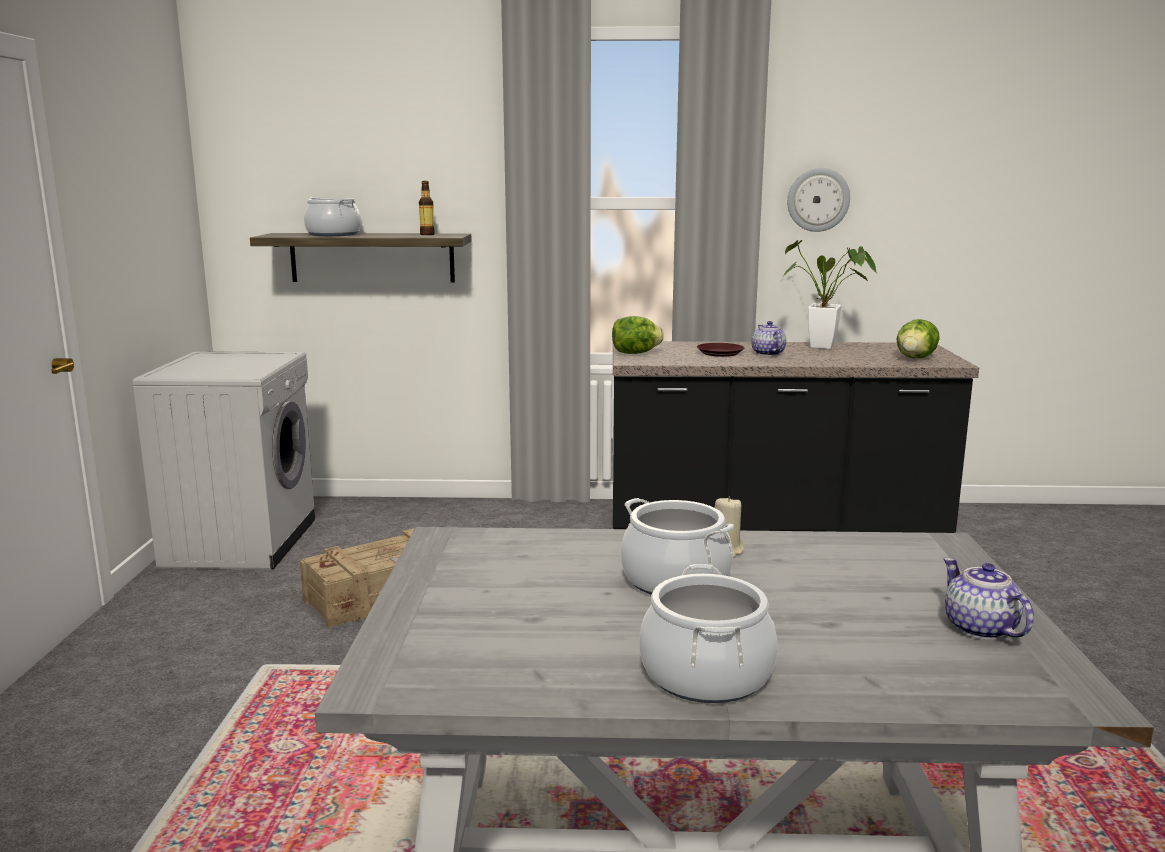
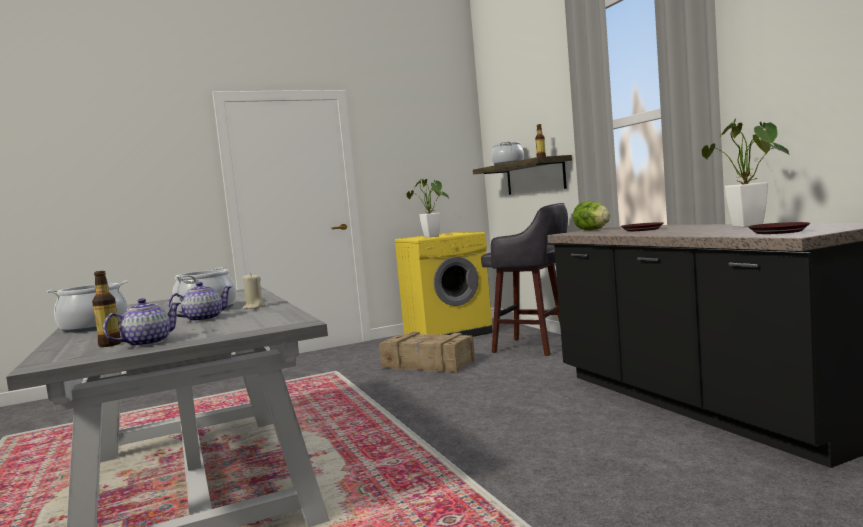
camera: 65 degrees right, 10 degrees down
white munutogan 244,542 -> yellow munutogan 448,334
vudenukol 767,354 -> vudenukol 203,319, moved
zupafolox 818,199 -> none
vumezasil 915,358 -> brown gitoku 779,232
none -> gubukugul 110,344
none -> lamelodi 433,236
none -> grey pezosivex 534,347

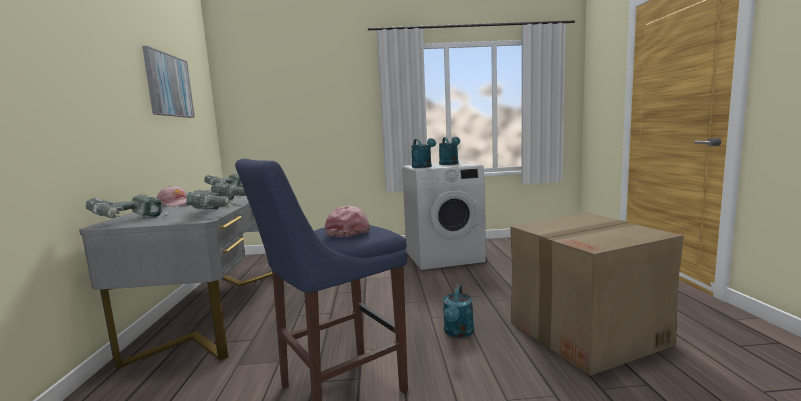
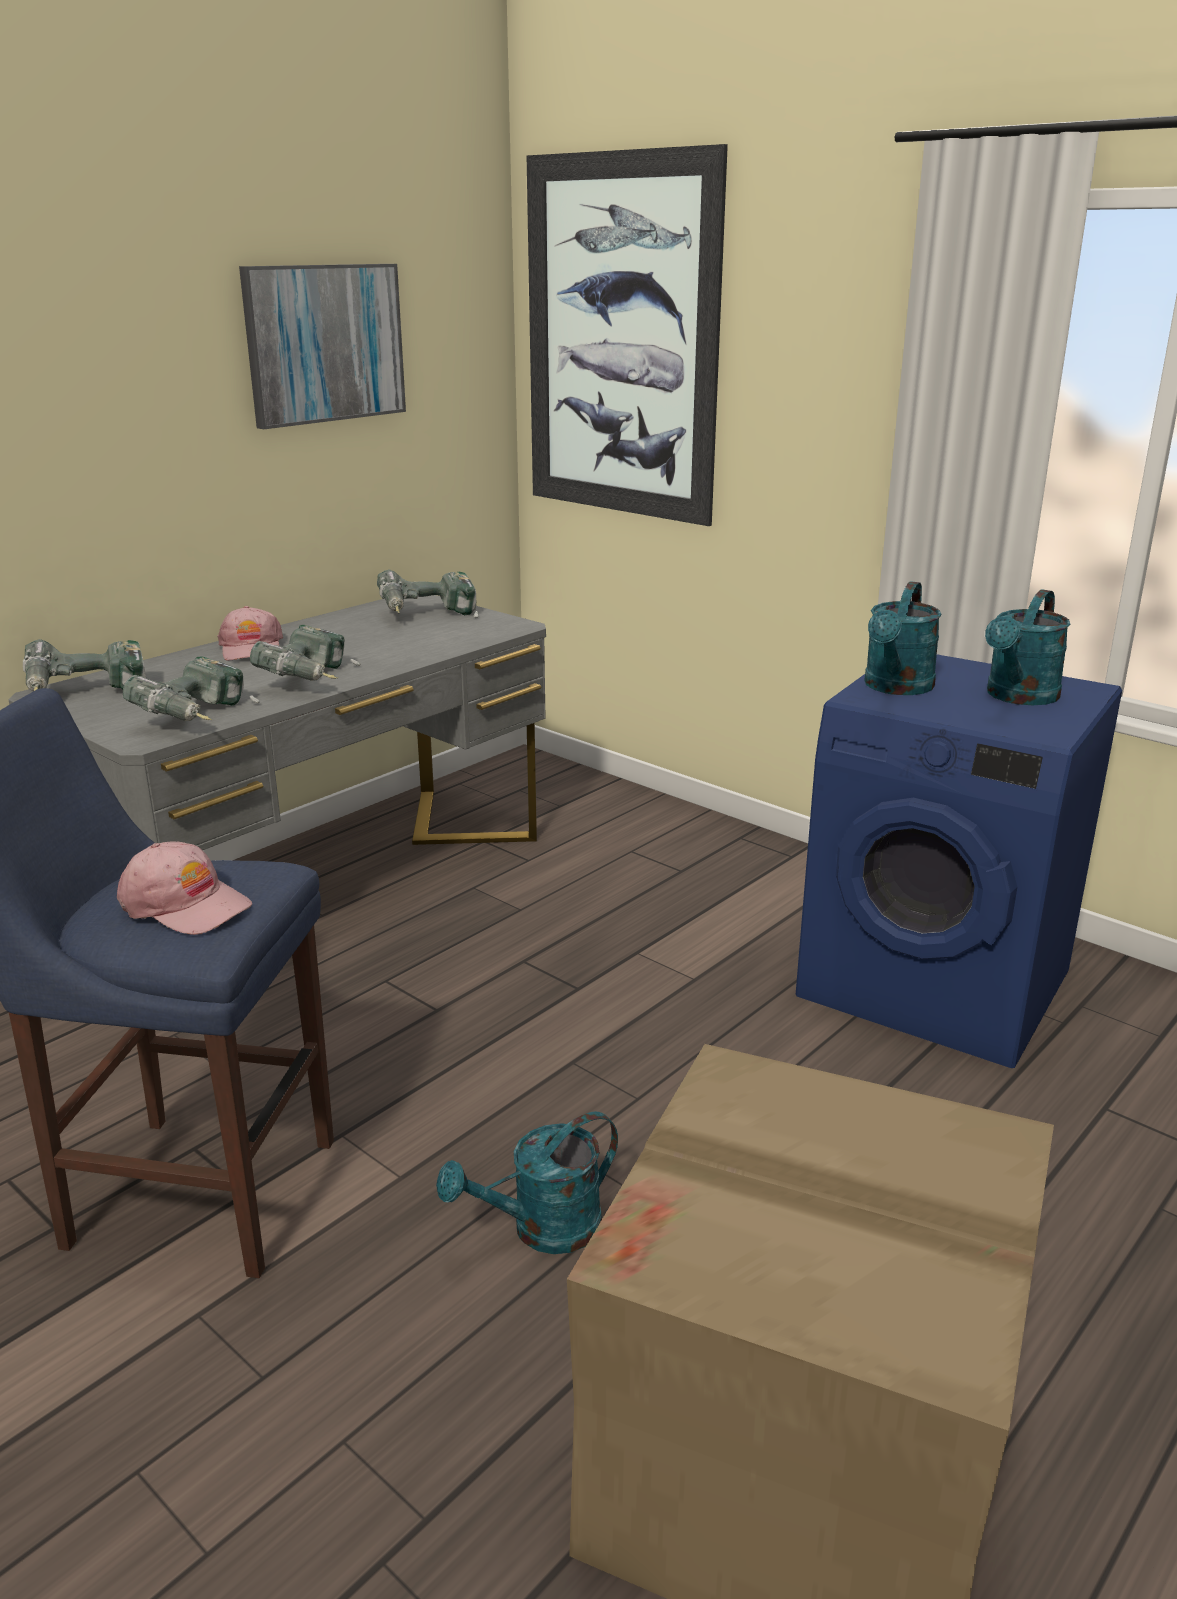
camera: 45 degrees right, 15 degrees up
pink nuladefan 348,231 -> pink nuladefan 185,905, 75 degrees clockwise
white munutogan 444,257 -> blue munutogan 932,985
none -> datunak 620,340

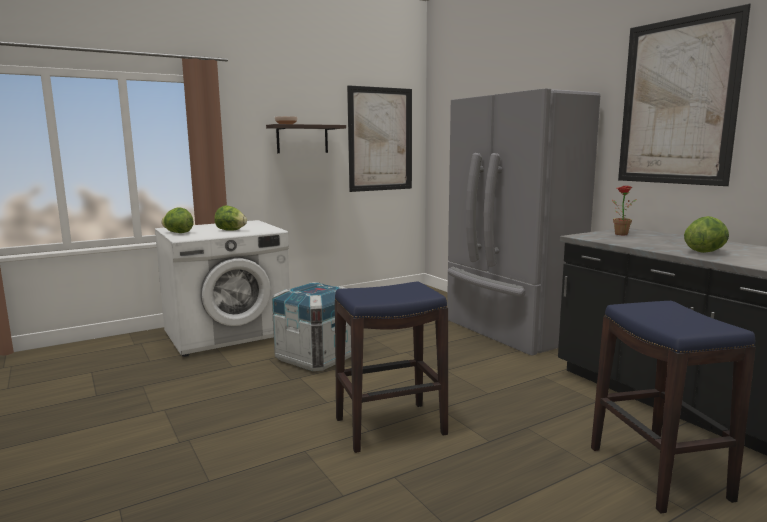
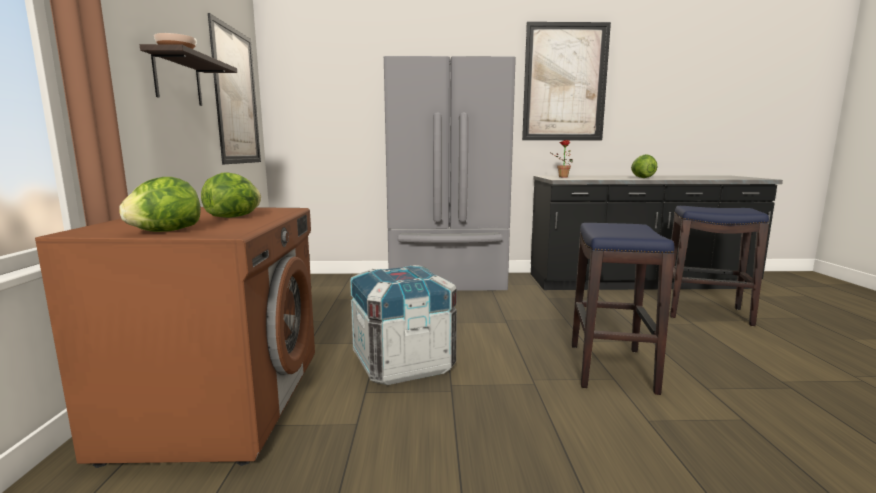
camera: 60 degrees left, 0 degrees up
white munutogan 229,336 -> brown munutogan 225,405

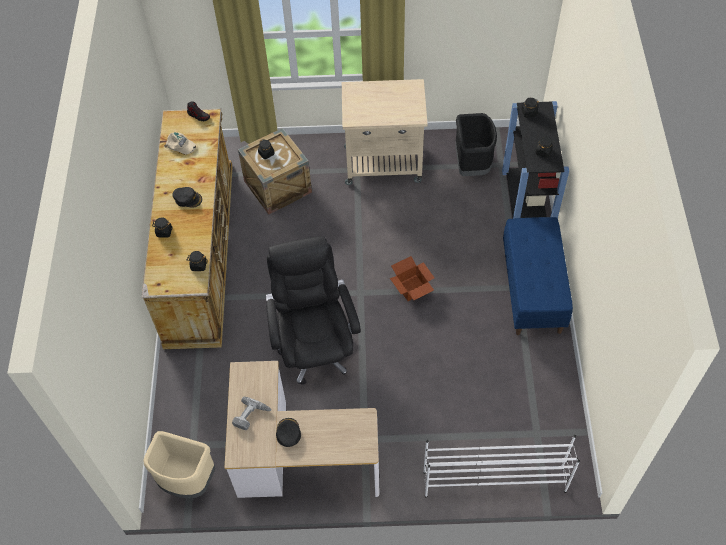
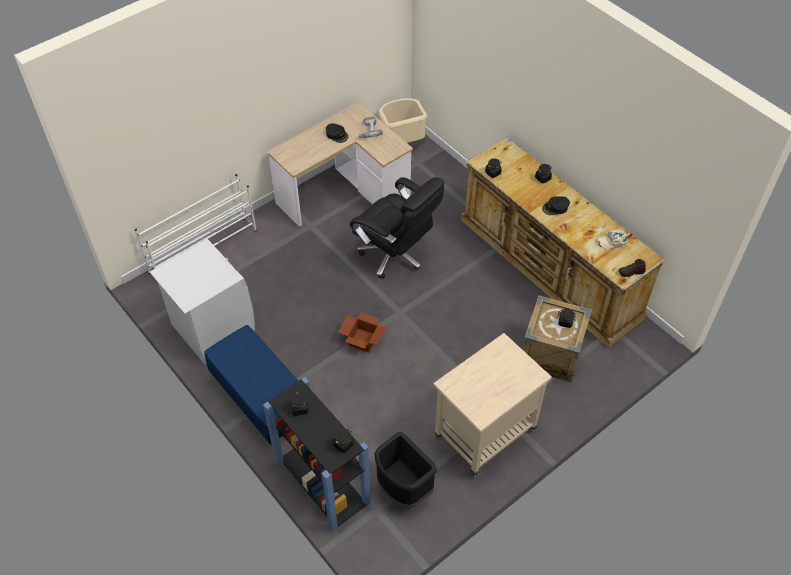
camera: 140 degrees right, 5 degrees down
none -> white munutogan 211,328

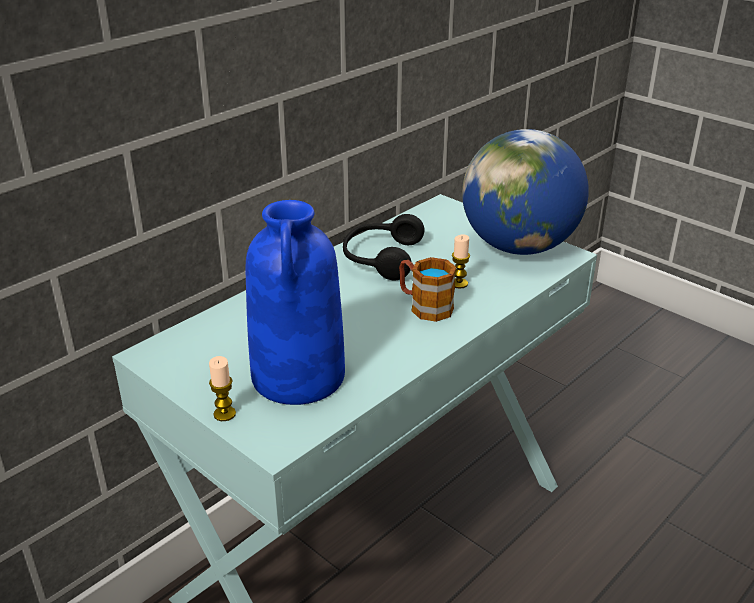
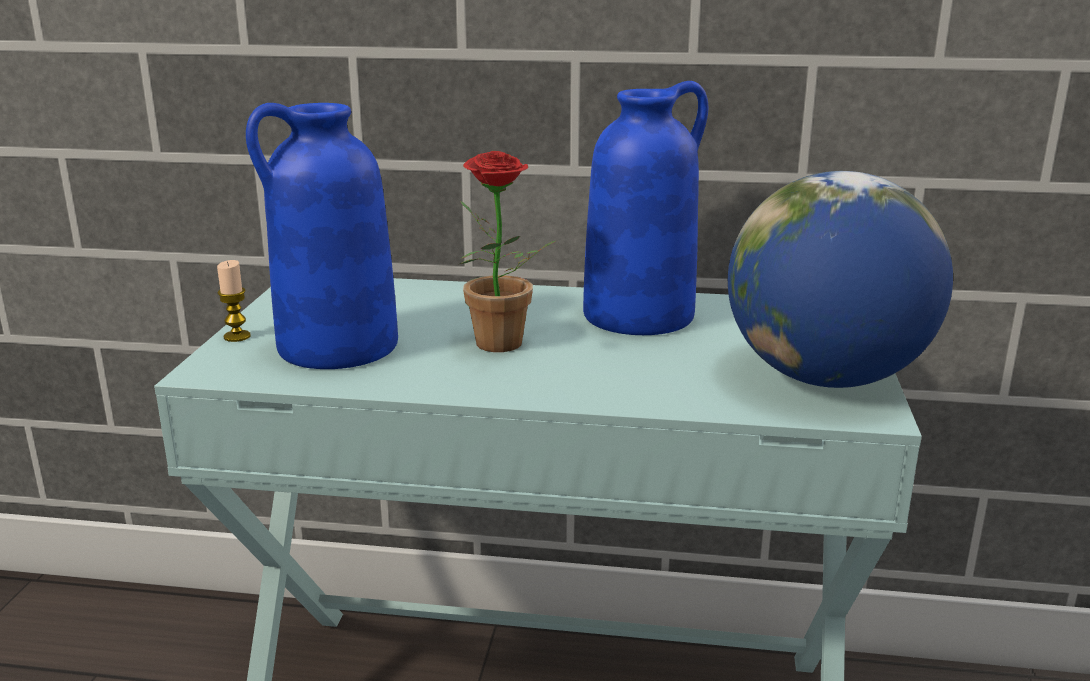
camera: 55 degrees right, 10 degrees down
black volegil 380,258 -> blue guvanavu 639,315
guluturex 424,306 -> none
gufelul 459,283 -> none
none -> lamelodi 502,347

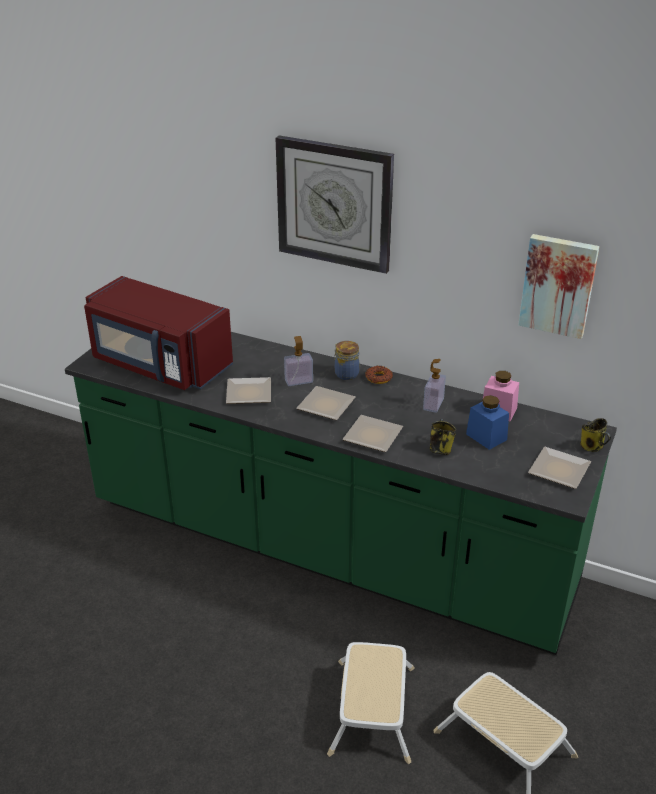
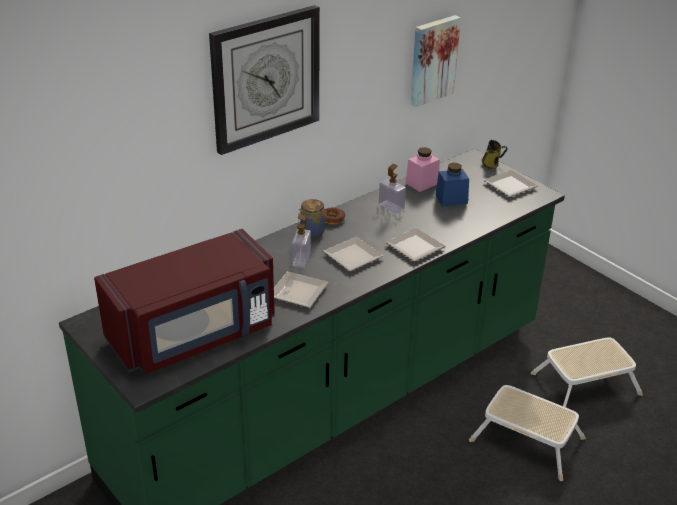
camera: 65 degrees left, 0 degrees up
guluturex 440,449 -> none

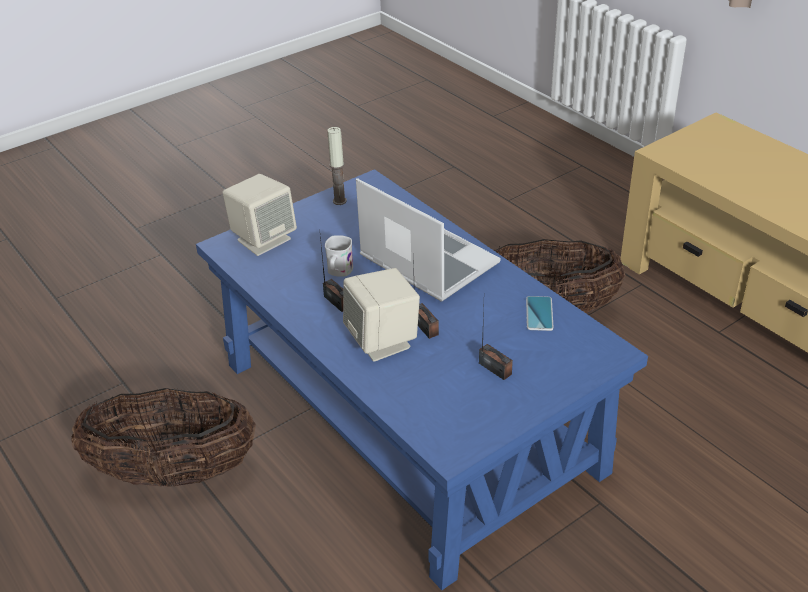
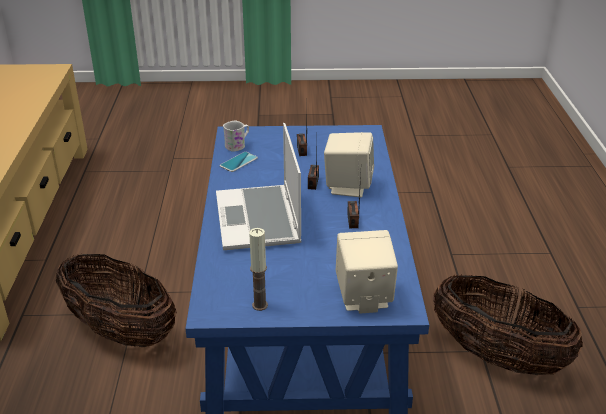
camera: 145 degrees left, 5 degrees down
white guluturex 339,272 -> white guluturex 238,145, moved

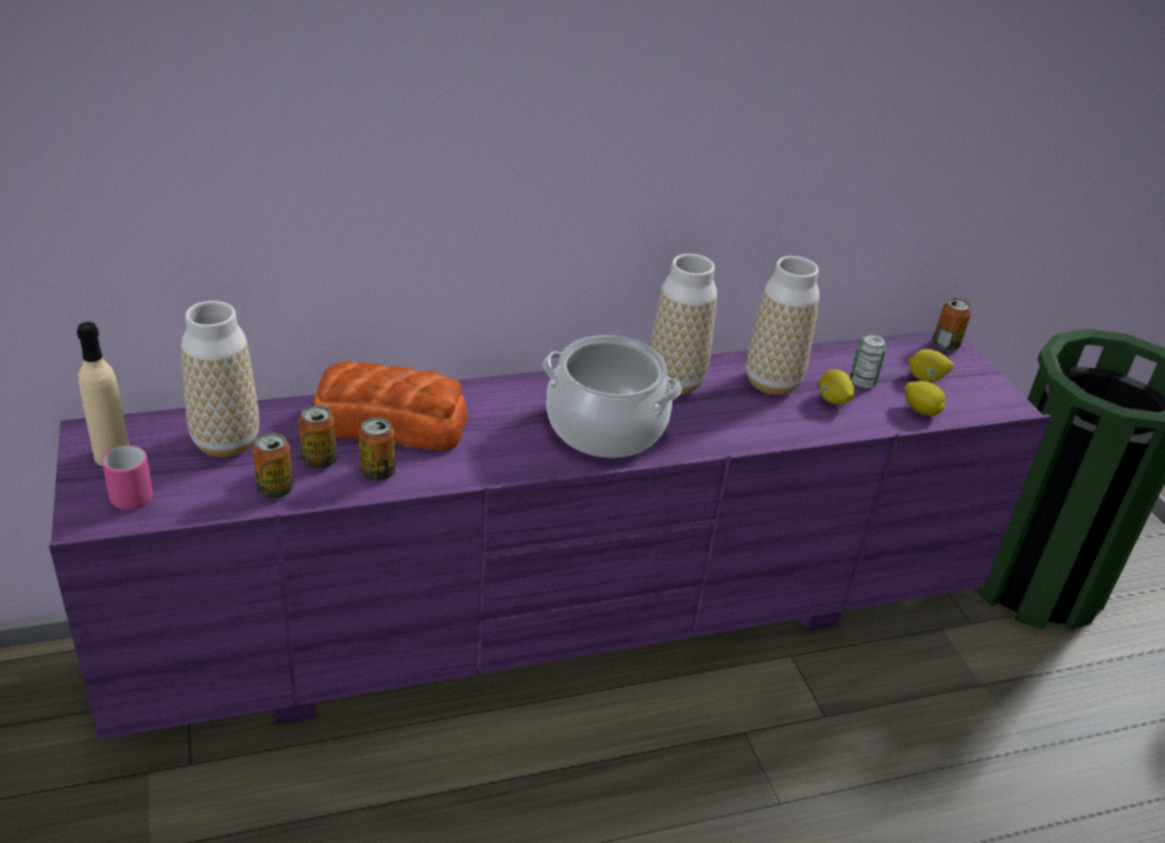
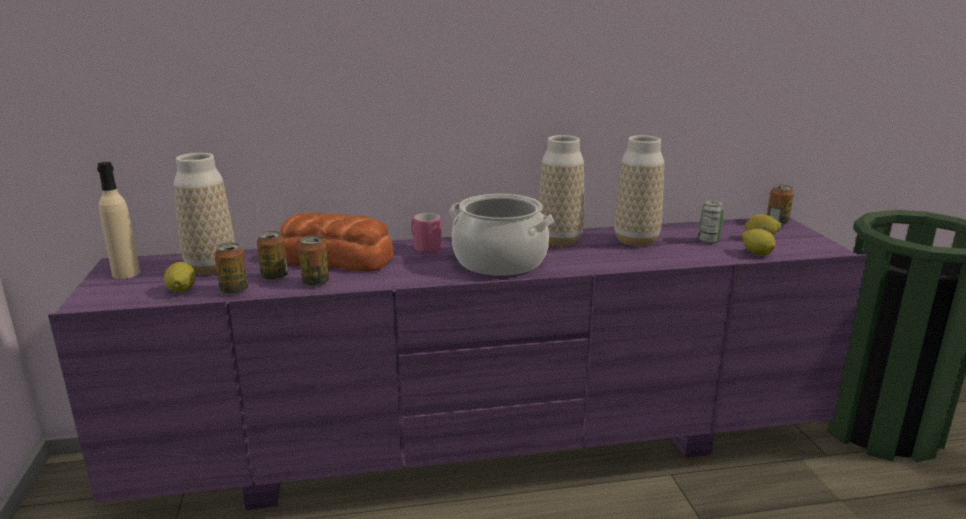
camera: 10 degrees right, 15 degrees down
pink guluturex 127,495 -> pink guluturex 424,248, moved
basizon 833,401 -> basizon 181,291, moved

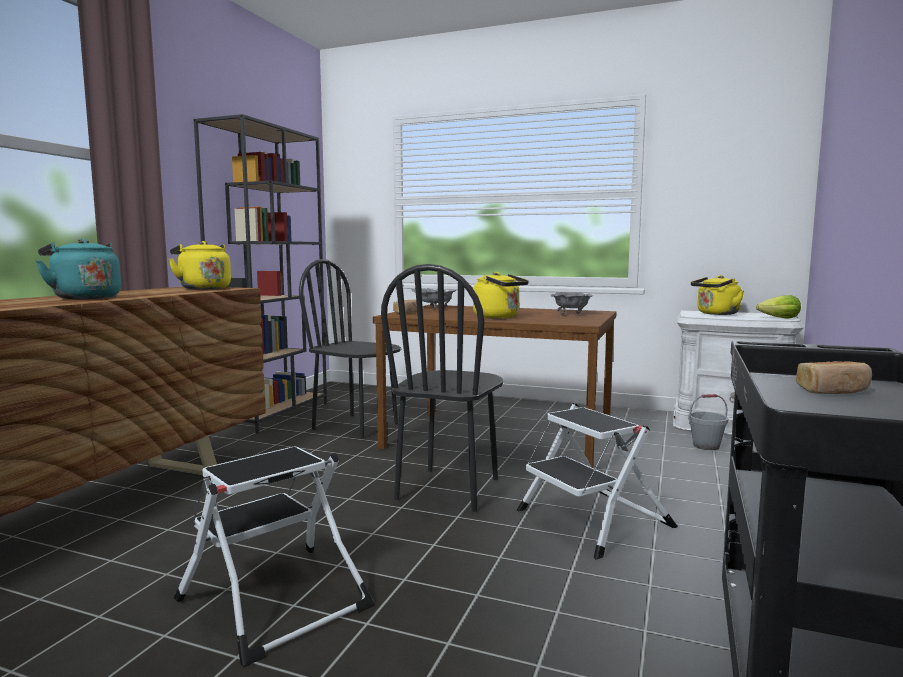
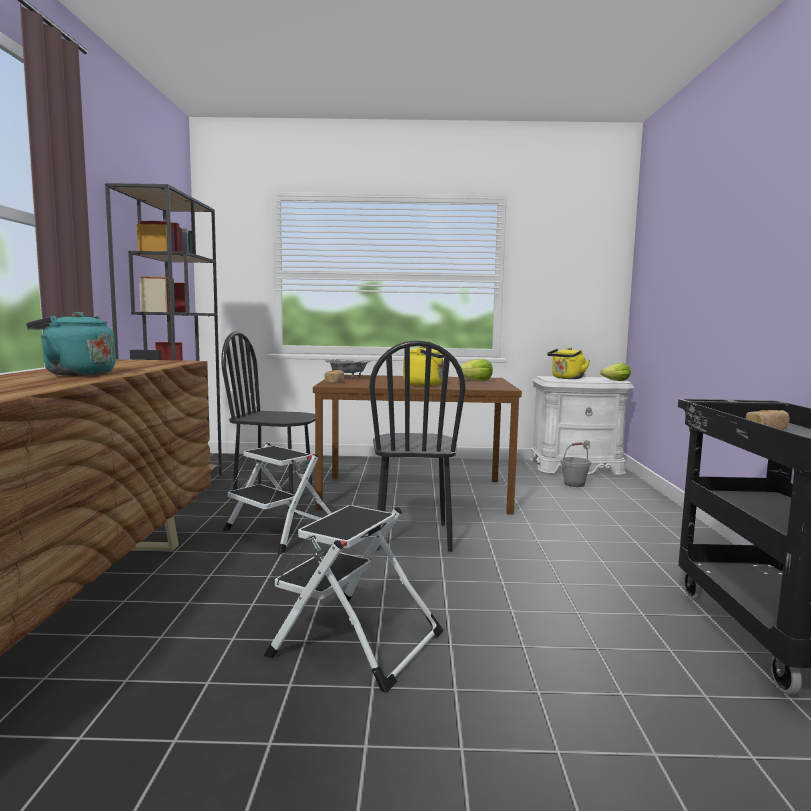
camera: 20 degrees left, 0 degrees up
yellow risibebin 203,288 -> none
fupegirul 594,520 -> fupegirul 283,530, moved
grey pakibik 571,314 -> vumezasil 475,380

